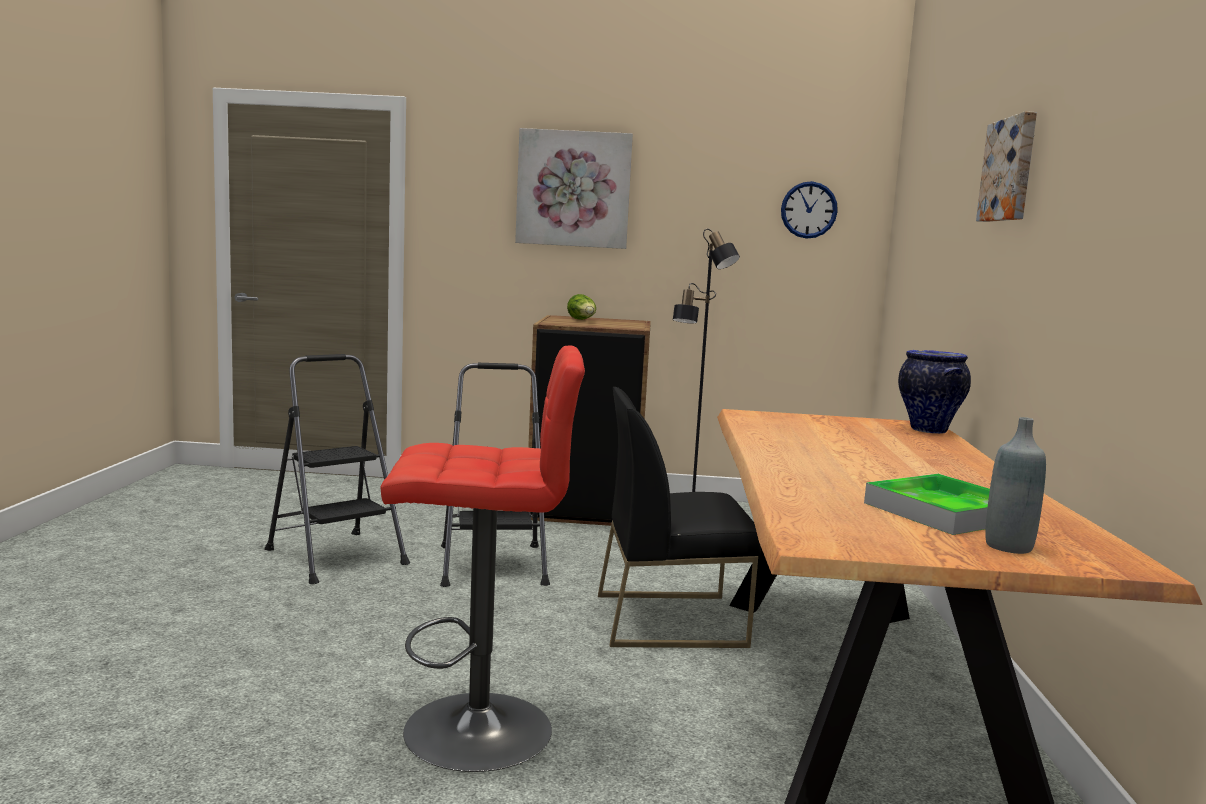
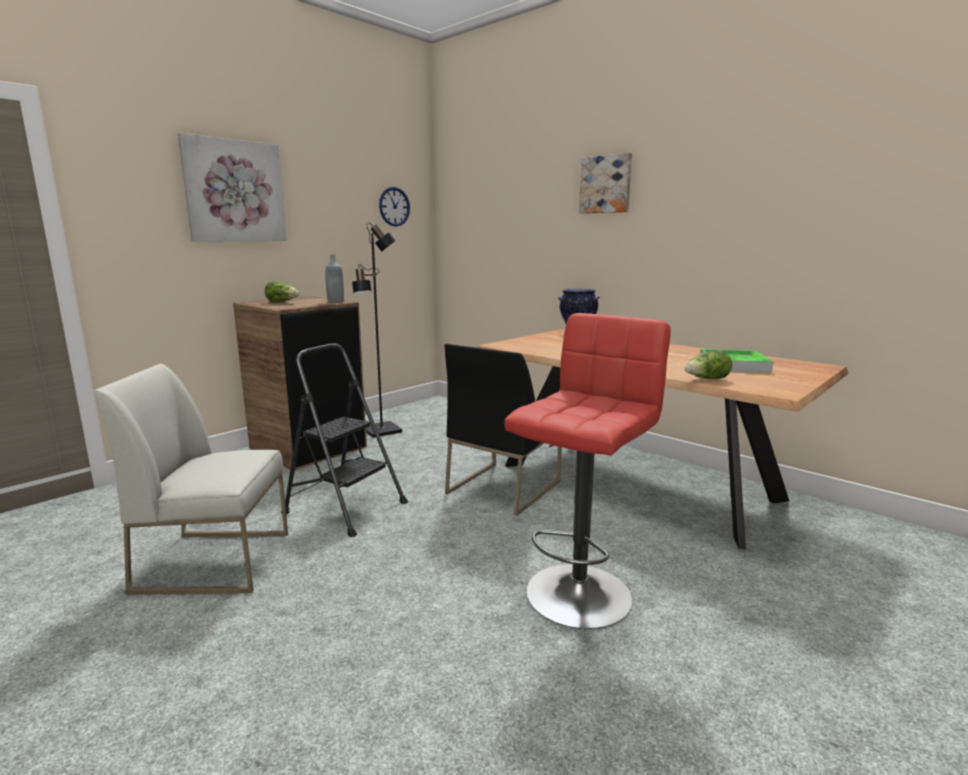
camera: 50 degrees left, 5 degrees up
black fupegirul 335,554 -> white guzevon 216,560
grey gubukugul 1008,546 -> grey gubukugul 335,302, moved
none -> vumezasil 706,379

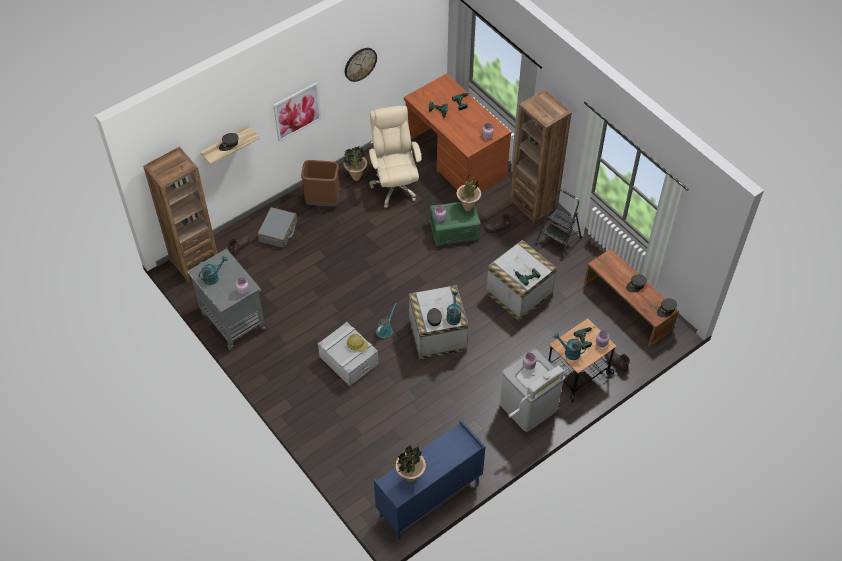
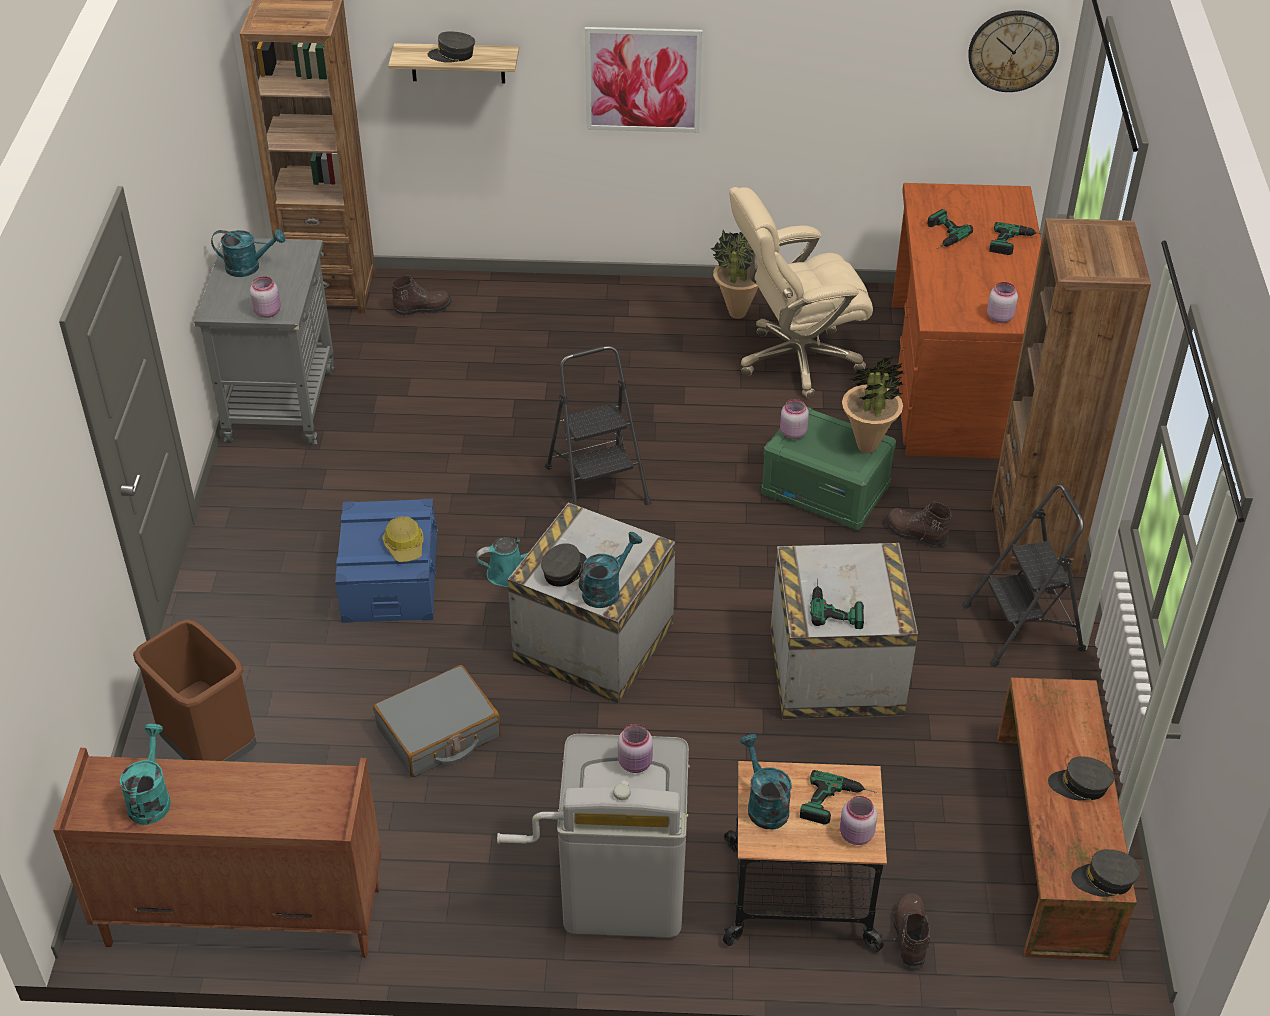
camera: 40 degrees right, 10 degrees down
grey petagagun 278,231 -> grey petagagun 439,733, moved
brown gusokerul 323,201 -> brown gusokerul 210,749, moved
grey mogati 348,360 -> blue mogati 390,580
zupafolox 360,64 -> zupafolox 1013,50, moved
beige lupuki 395,185 -> beige lupuki 794,361, 135 degrees counterclockwise
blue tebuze 429,499 -> brown tebuze 242,916
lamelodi 410,478 -> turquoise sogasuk 150,798
none -> black fupegirul 596,482

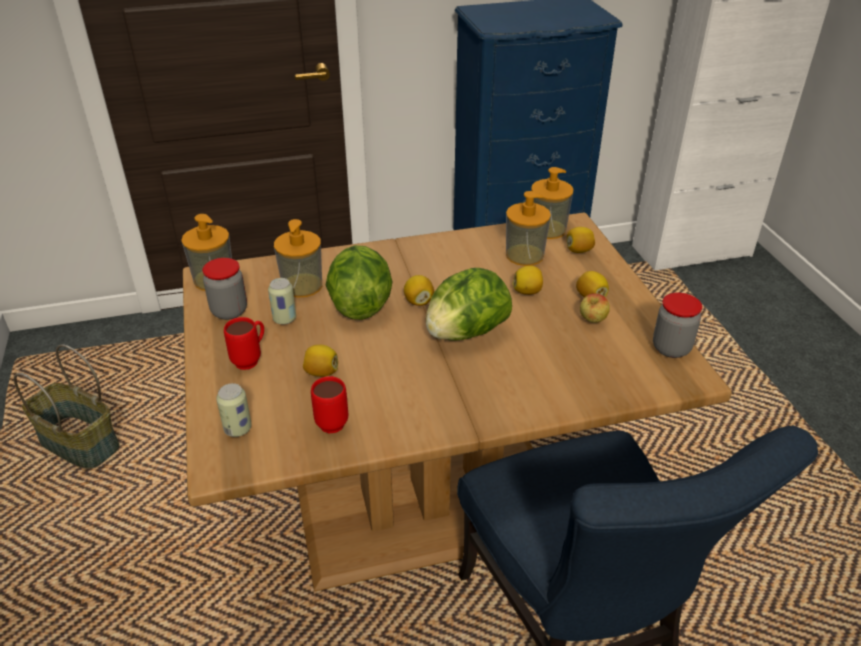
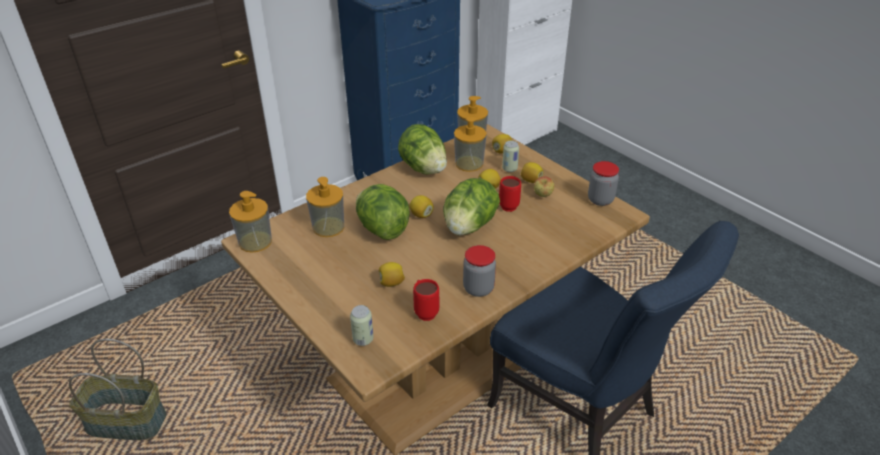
camera: 25 degrees left, 0 degrees up
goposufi 229,311 -> goposufi 478,288, moved
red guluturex 251,359 -> red guluturex 509,205, moved
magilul 284,319 -> magilul 509,169, moved
none -> vumezasil 423,168

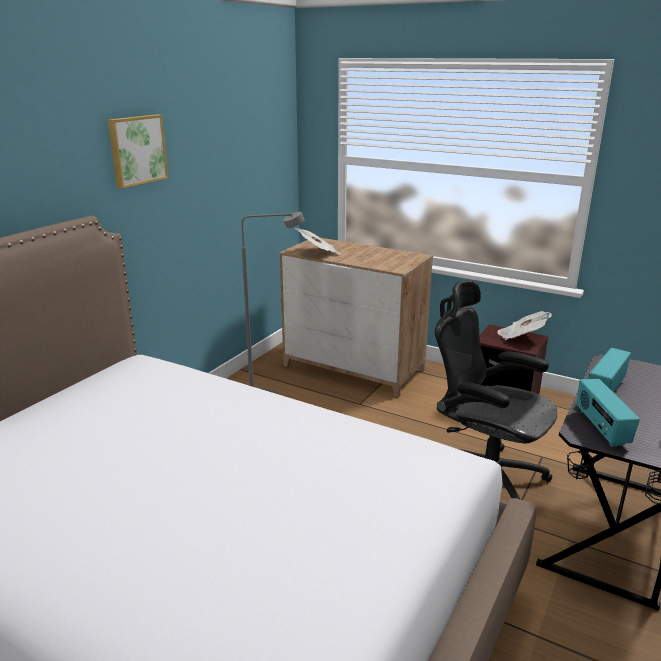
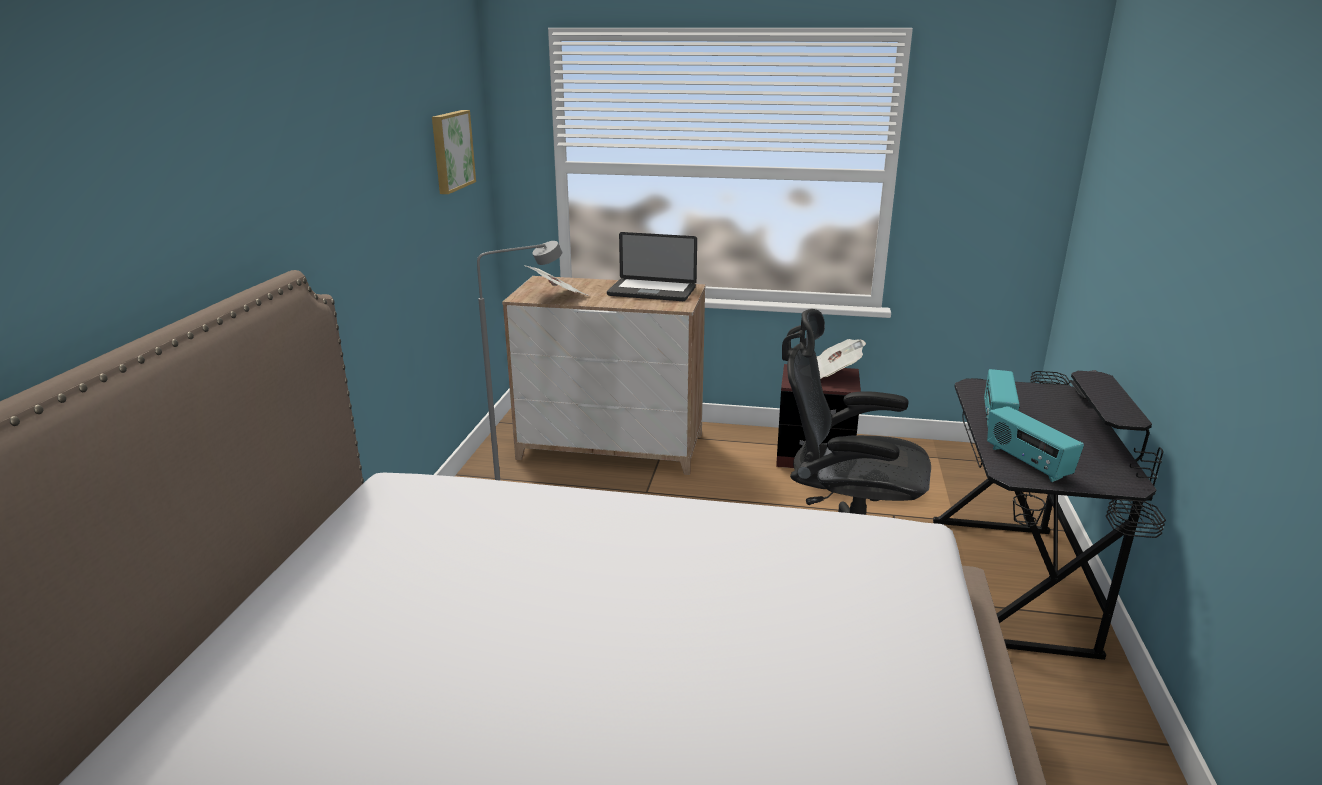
camera: 20 degrees left, 0 degrees up
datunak 136,150 -> datunak 450,151, moved
none -> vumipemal 652,292

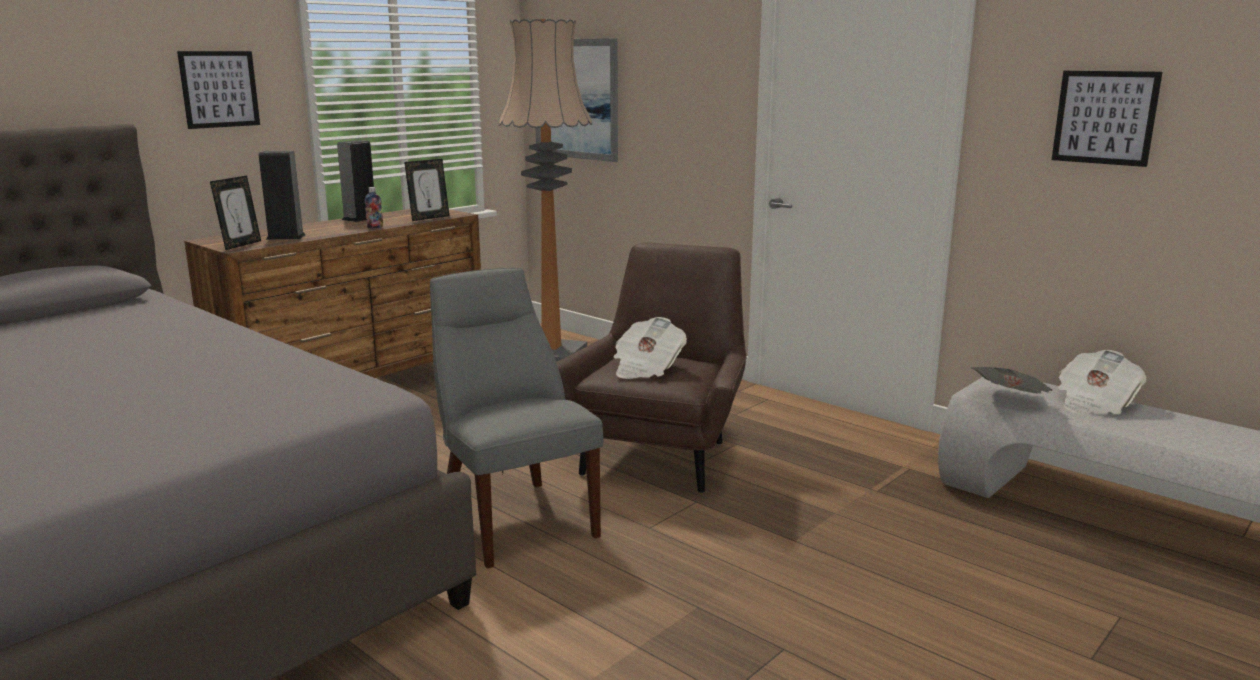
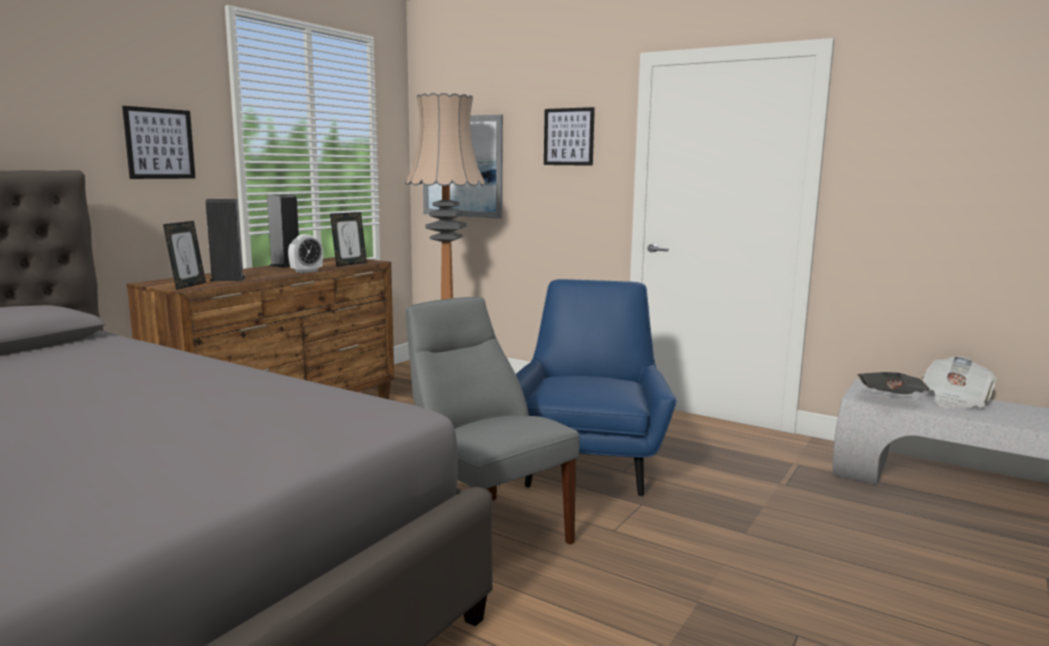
camera: 10 degrees left, 5 degrees down
gubukugul 375,227 -> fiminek 306,271
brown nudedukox 660,455 -> blue nudedukox 587,465
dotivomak 646,368 -> none
datunak 1105,117 -> datunak 569,137, moved

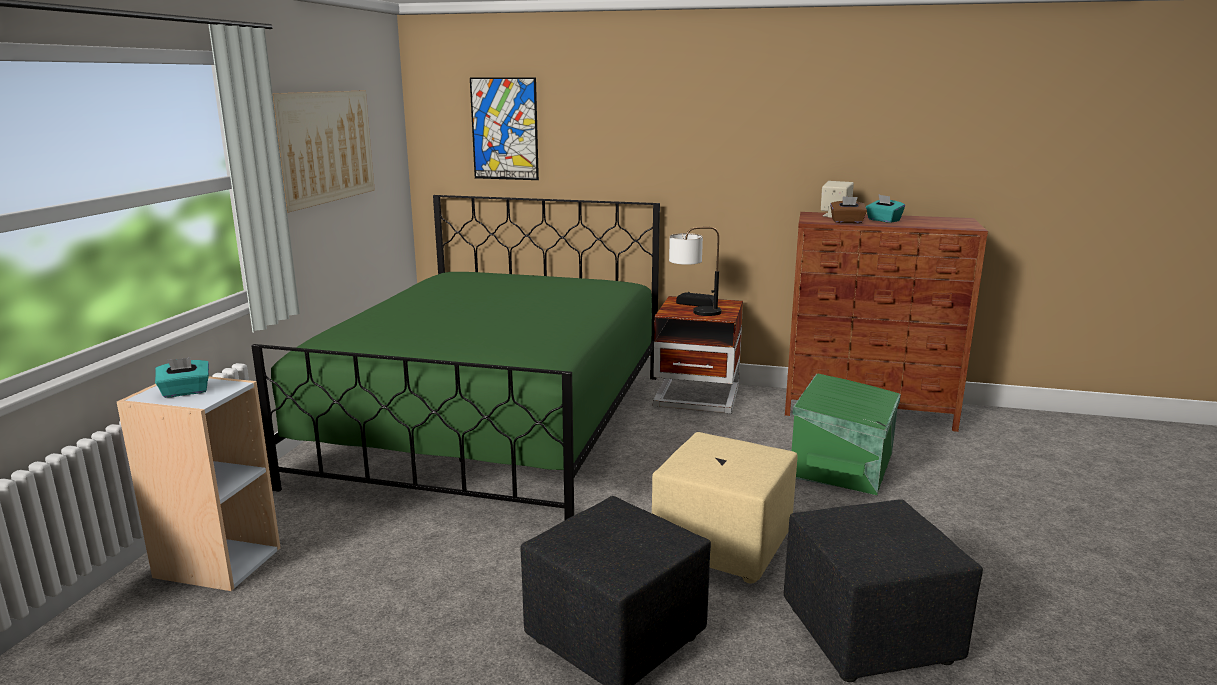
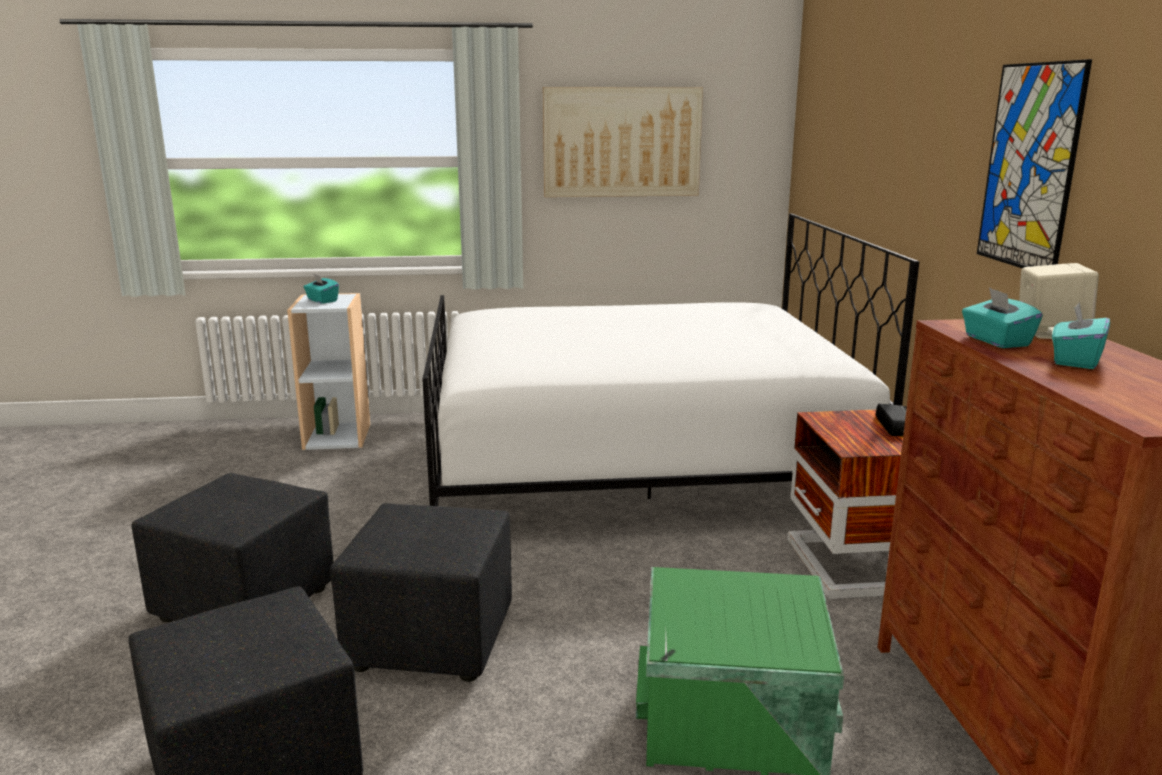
camera: 70 degrees right, 0 degrees up
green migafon 495,425 -> white migafon 638,467
datunak 504,129 -> datunak 1030,167, moved
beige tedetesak 724,546 -> black tedetesak 432,641
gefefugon 693,313 -> none
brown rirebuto 847,222 -> turquoise rirebuto 996,341

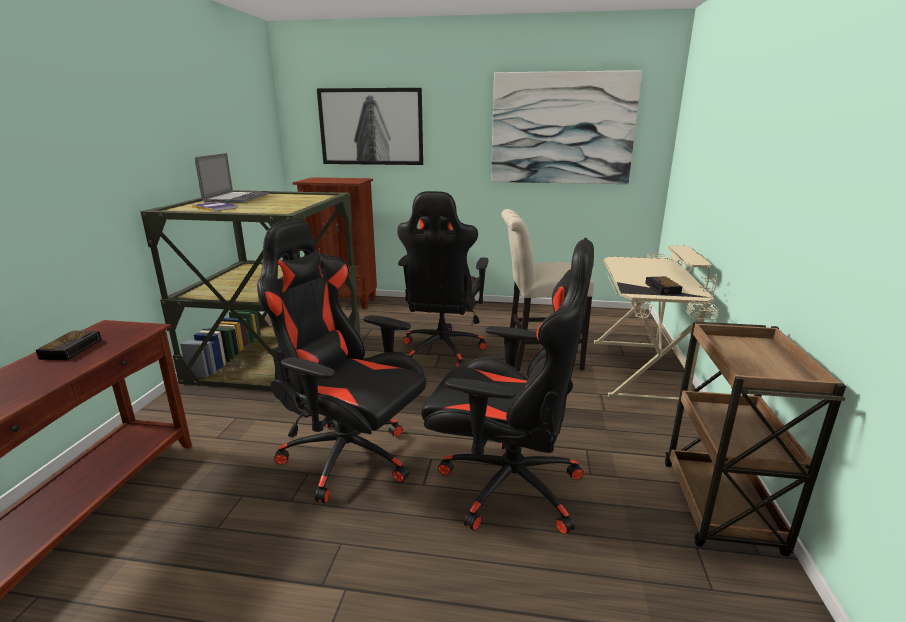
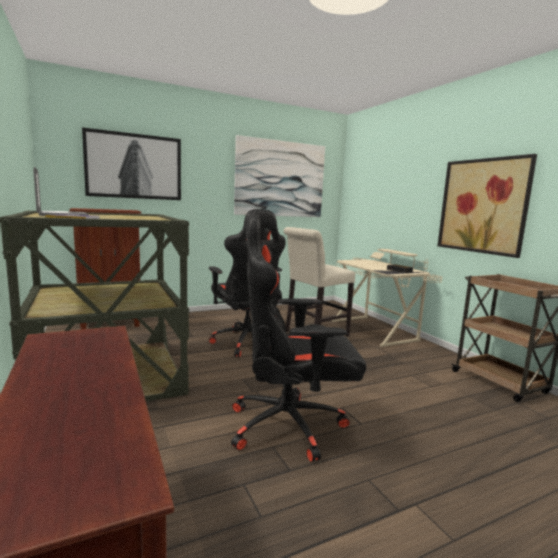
camera: 35 degrees left, 10 degrees down
fiminek 72,348 -> none
black lupuki 500,485 -> none
none -> datunak 482,206

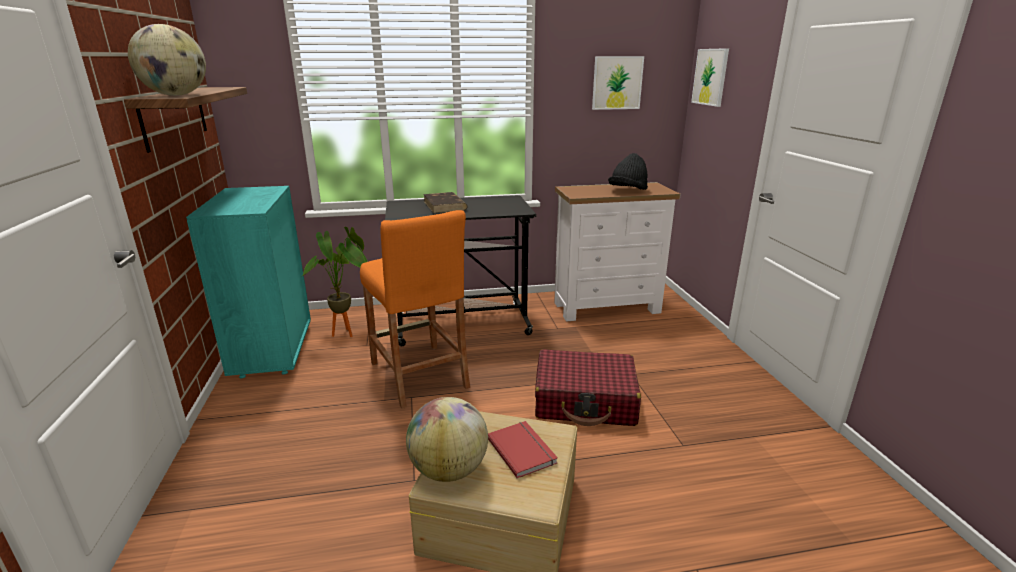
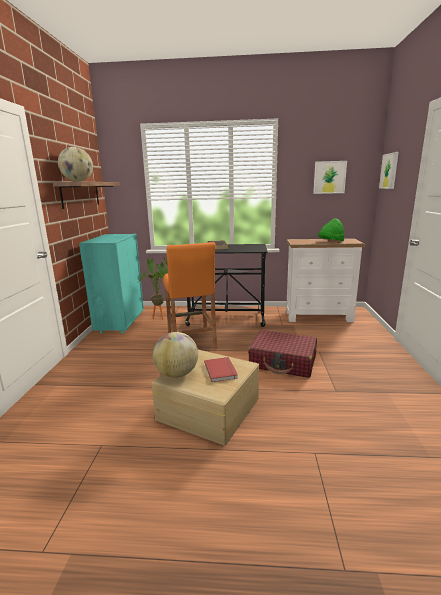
camera: 15 degrees right, 5 degrees down
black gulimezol 628,191 -> green gulimezol 331,242

